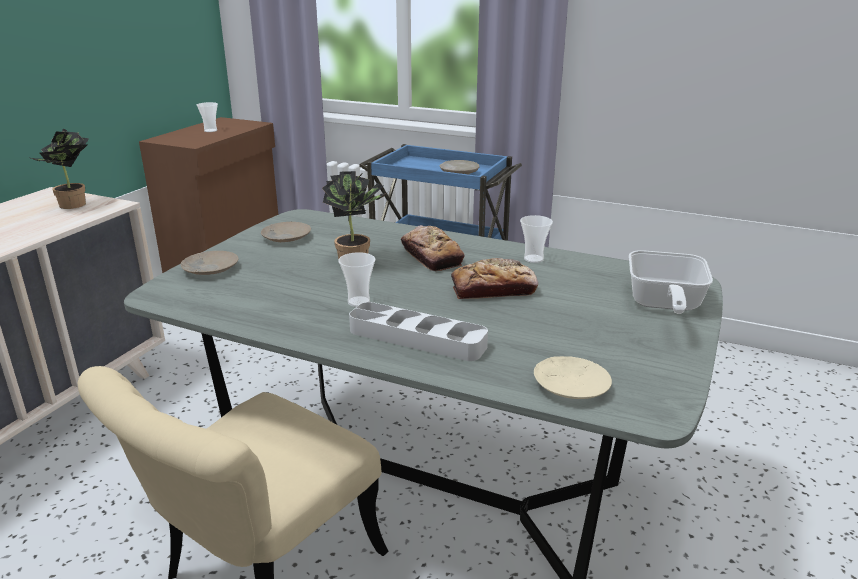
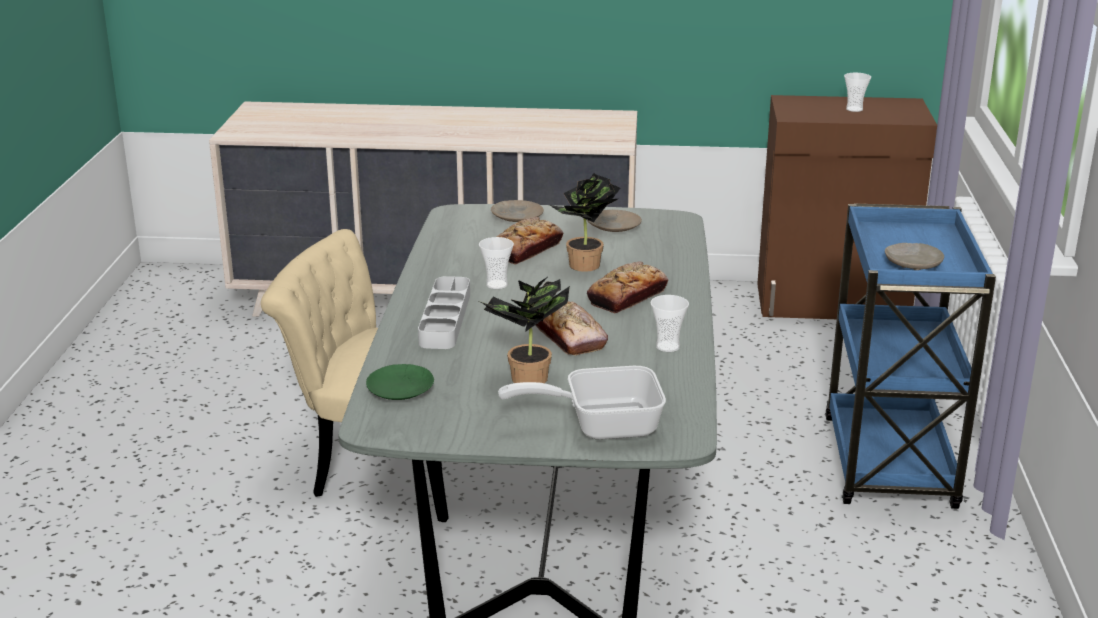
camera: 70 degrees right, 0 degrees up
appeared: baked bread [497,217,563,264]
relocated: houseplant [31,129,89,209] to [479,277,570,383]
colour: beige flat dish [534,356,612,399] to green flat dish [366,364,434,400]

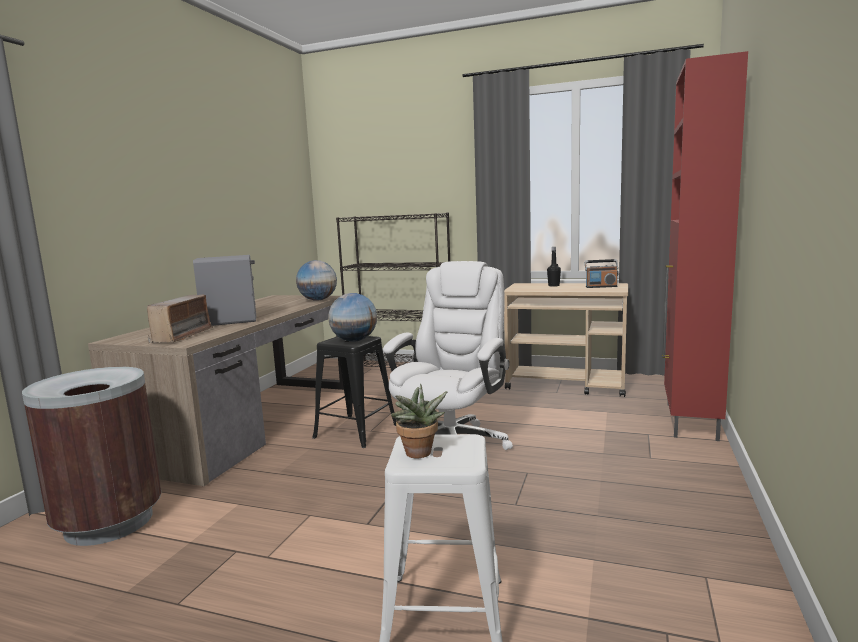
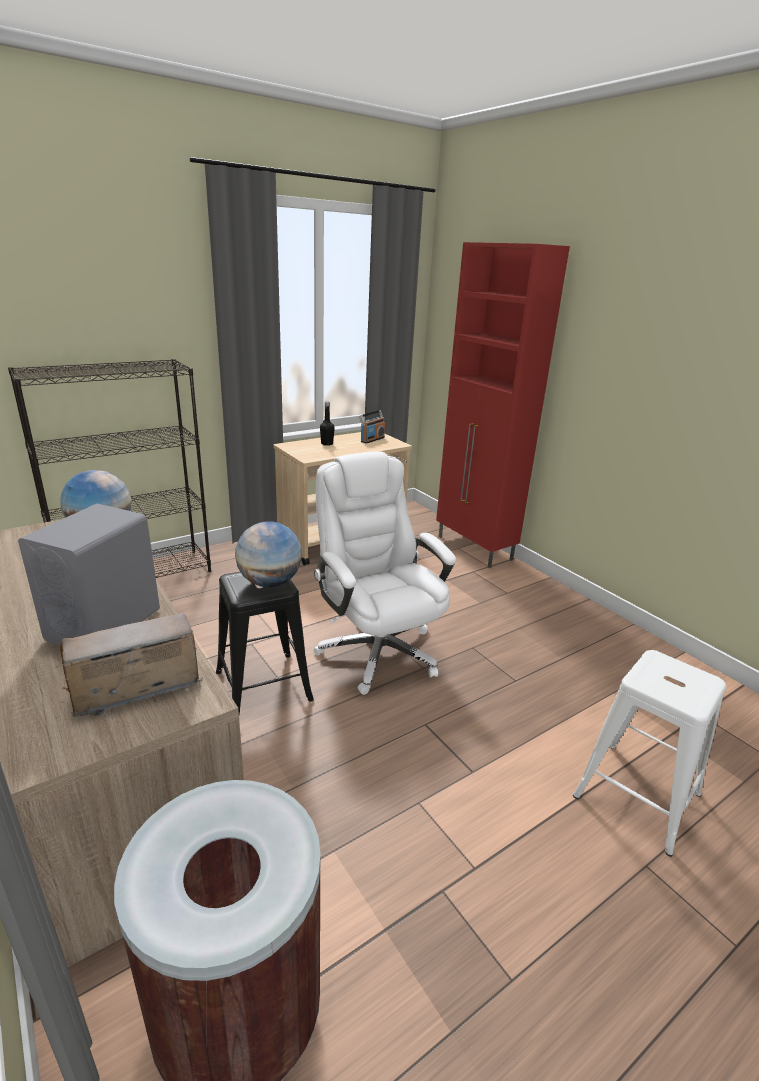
camera: 55 degrees left, 15 degrees up
missing: houseplant [391,384,448,458]
spun: radio [147,295,213,343] = [55,613,203,718] 75 degrees counterclockwise

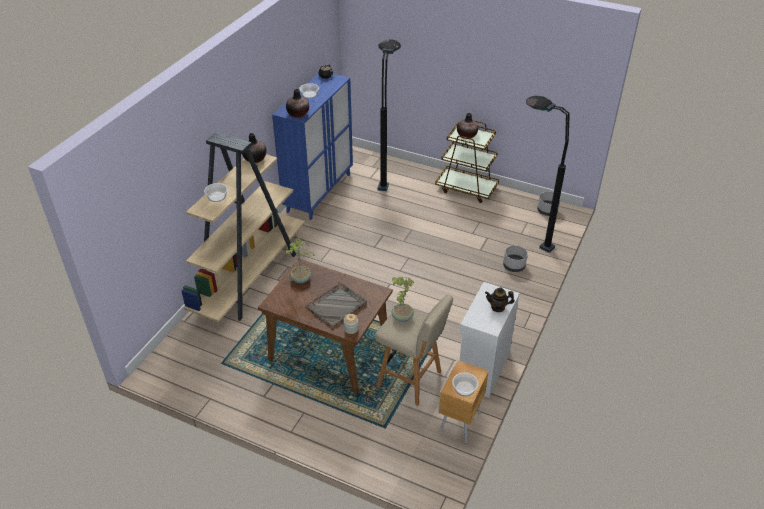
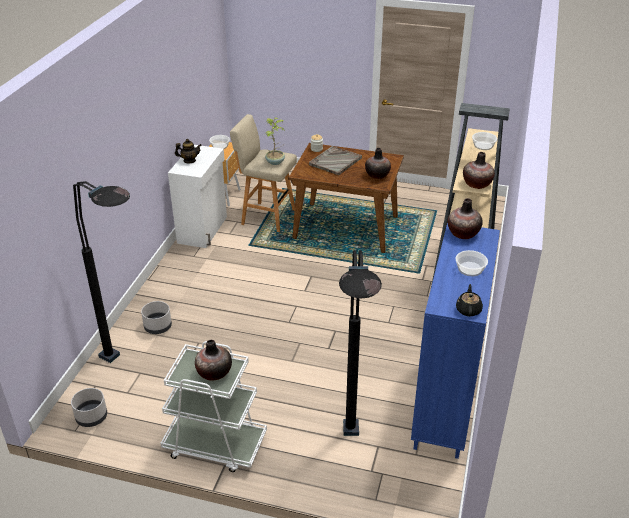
camera: 170 degrees right, 5 degrees down
exchanged: houseplant [285,237,315,284] to vase [365,148,391,179]
colour: brown-coloured wheeled cart [435,120,499,203] to whitish wheeled cart [160,341,267,472]

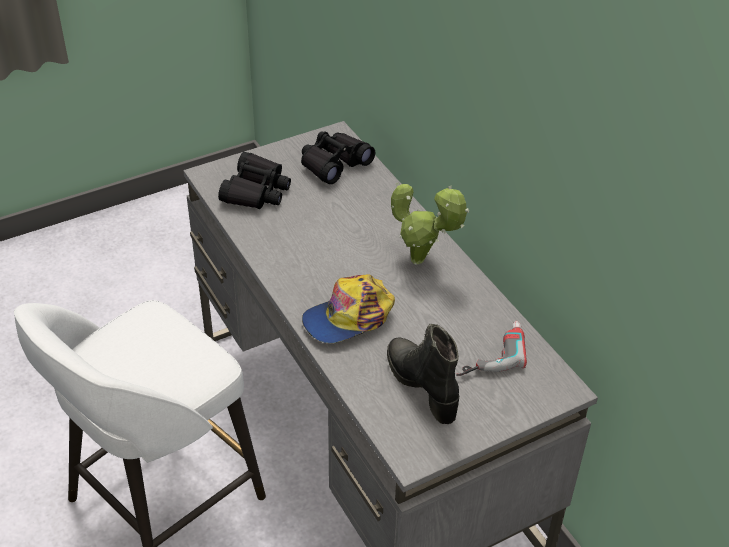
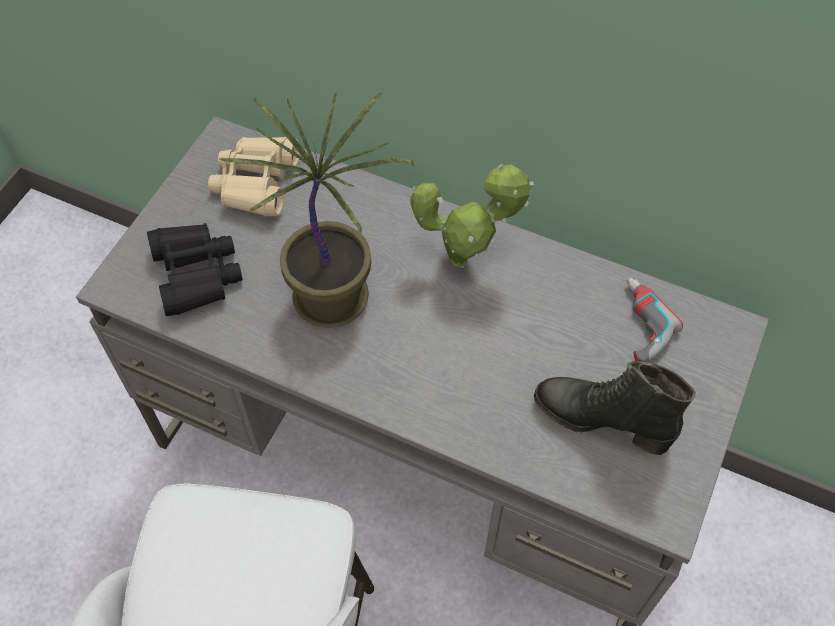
camera: 35 degrees left, 15 degrees up
missing: baseball cap [302,274,395,343]
appeared: houseplant [220,91,414,328]
colour: blackish binoculars [301,131,375,184] to beige binoculars [208,137,300,217]

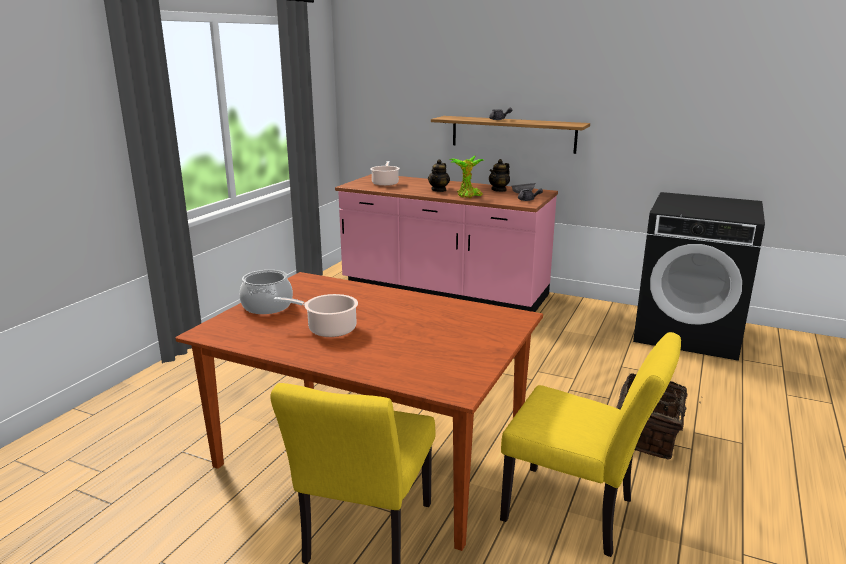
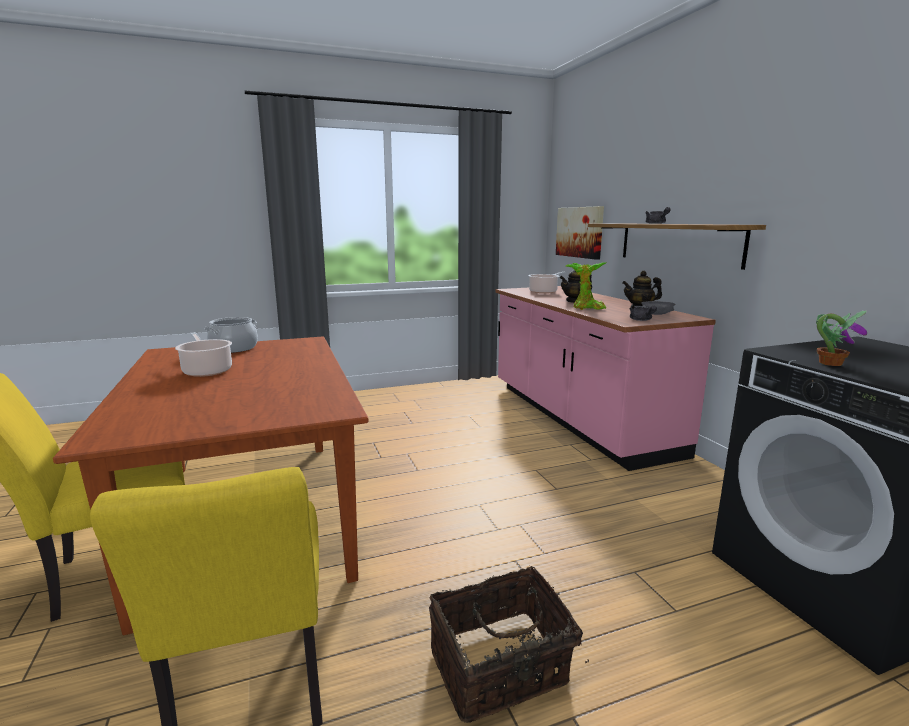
camera: 45 degrees right, 5 degrees down
appeared: picture [556,206,604,260]; houseplant [816,310,867,366]

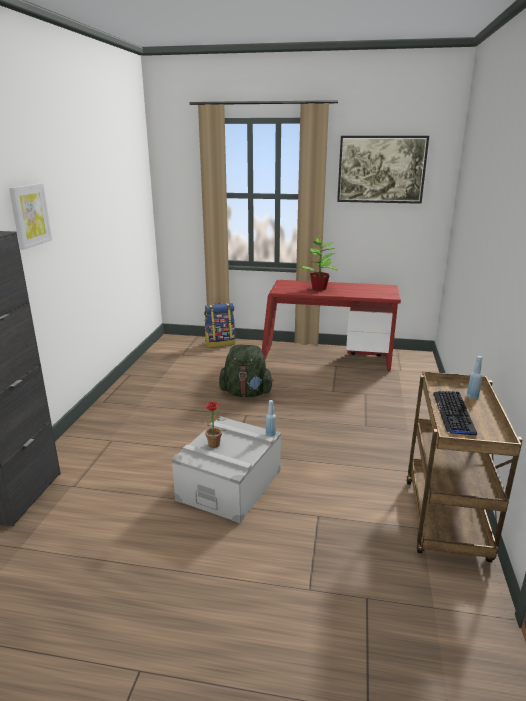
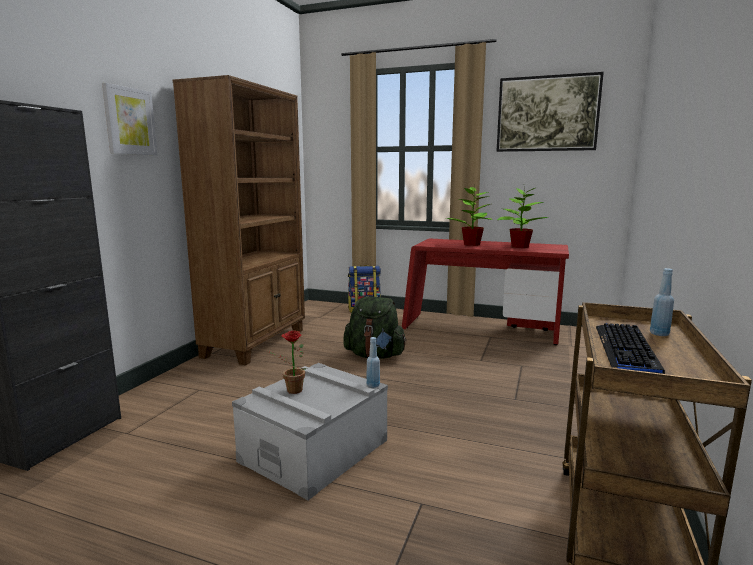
camera: 10 degrees right, 10 degrees down
appeared: brown-coloured bookcase [173,75,305,365]; houseplant [497,186,549,248]

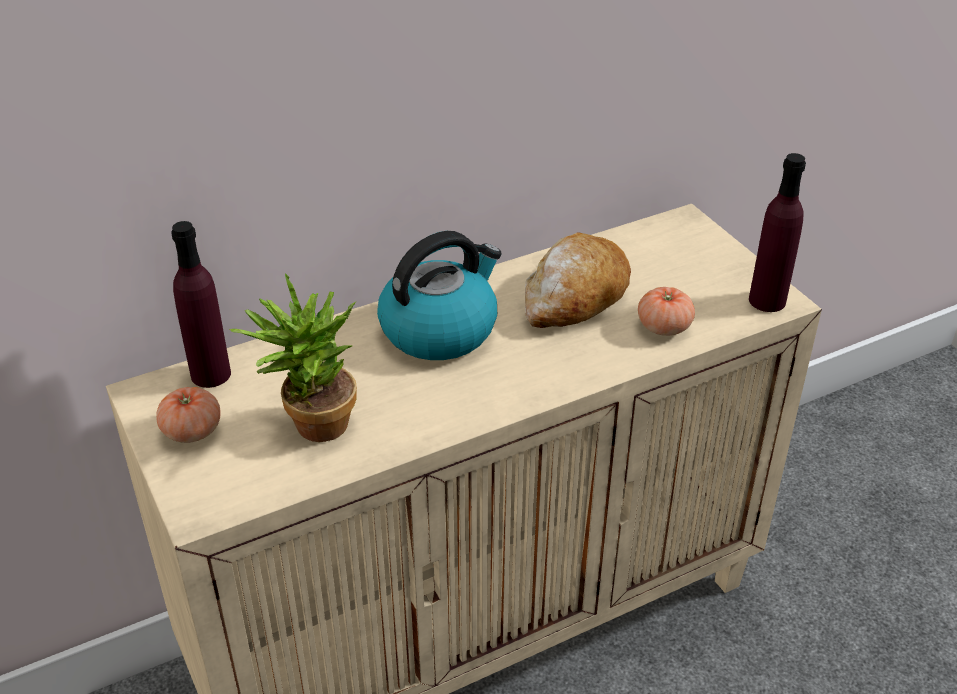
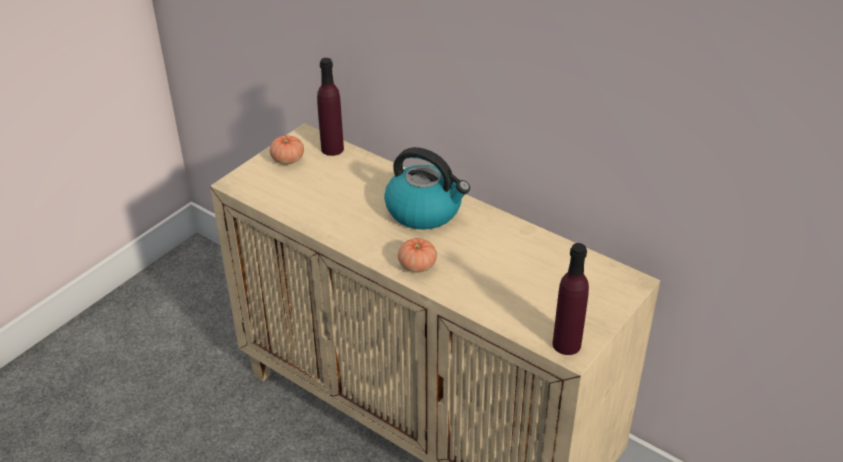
camera: 65 degrees right, 0 degrees up
missing: houseplant [229,273,357,442]; baked bread [525,232,631,328]
relocated: fresh tomato [638,287,695,336] to [398,238,437,273]

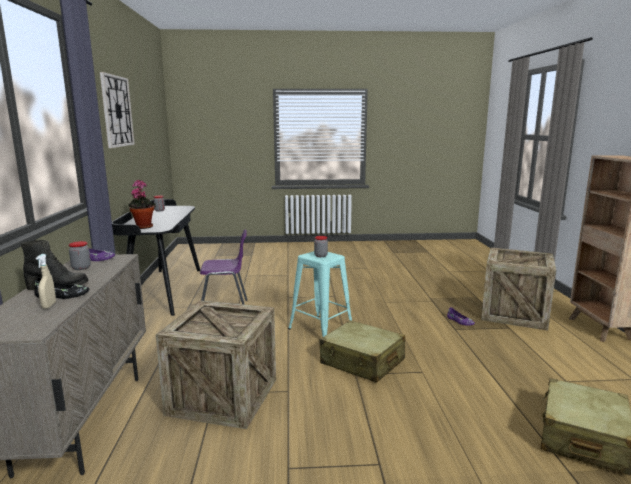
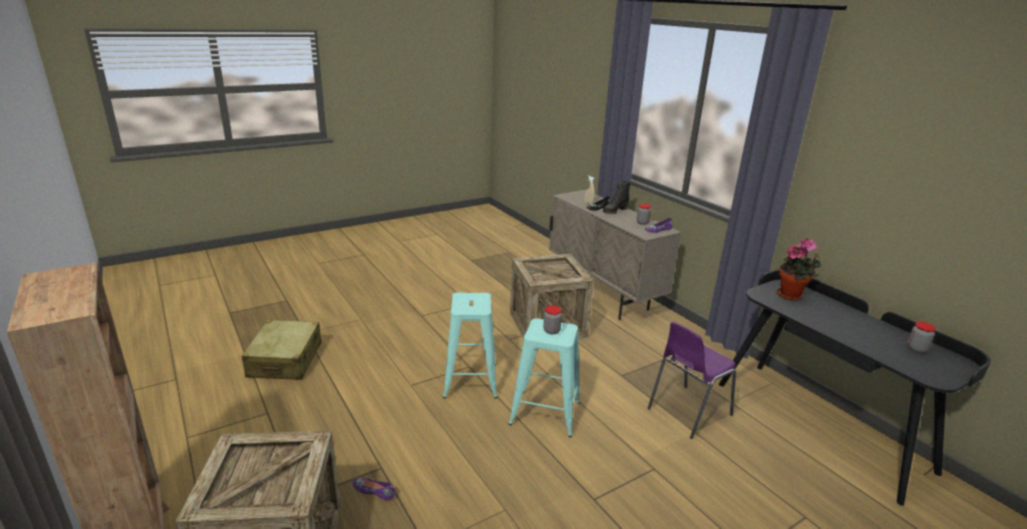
camera: 150 degrees right, 10 degrees up
missing: hanging clock [100,72,135,148]
exchanged: beige suitcase [319,320,405,383] to turquoise-coloured stool seat [443,292,497,399]

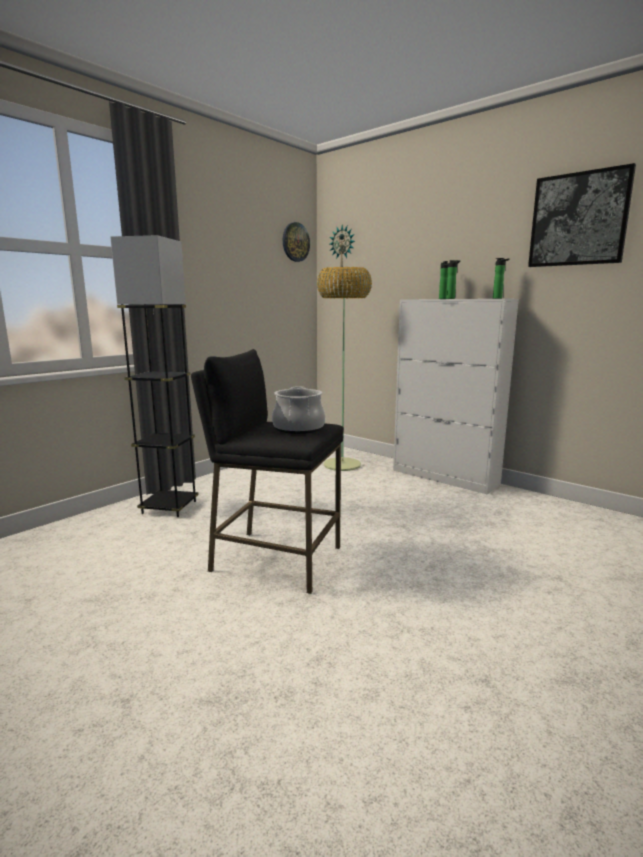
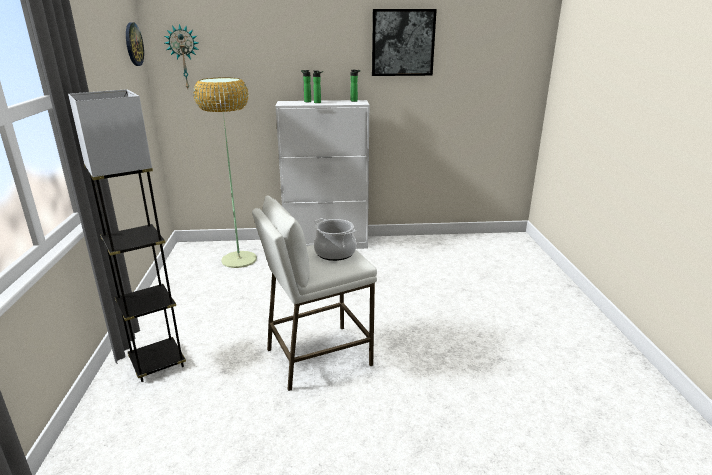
camera: 45 degrees left, 10 degrees up
colour: blackish stool seat [191,349,344,594] to whitish stool seat [252,196,377,391]

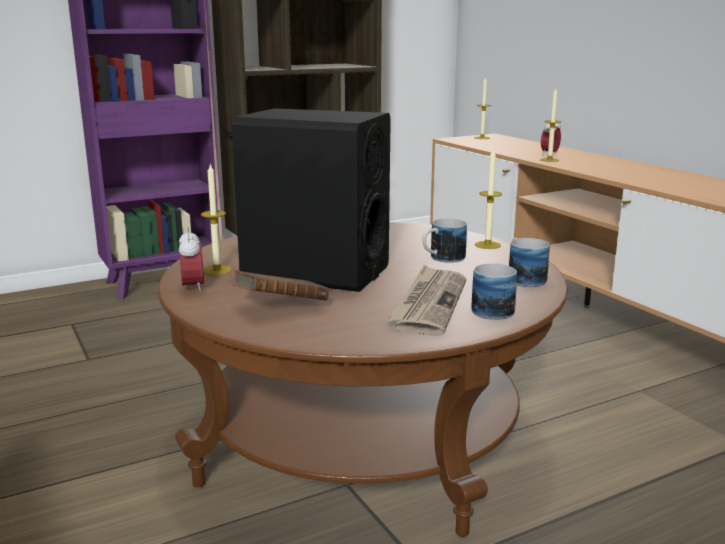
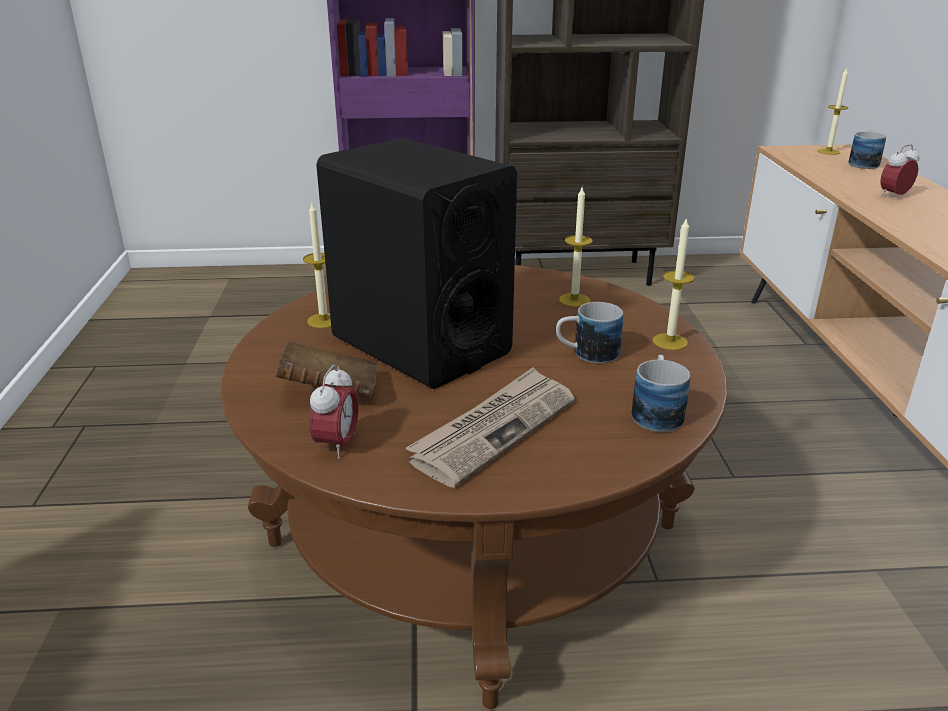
camera: 25 degrees right, 10 degrees up
relocated: bedside clock [179,227,204,293] to [310,365,358,459]; mug [471,263,517,320] to [849,132,886,169]; wax candle [540,88,561,162] to [559,187,592,307]

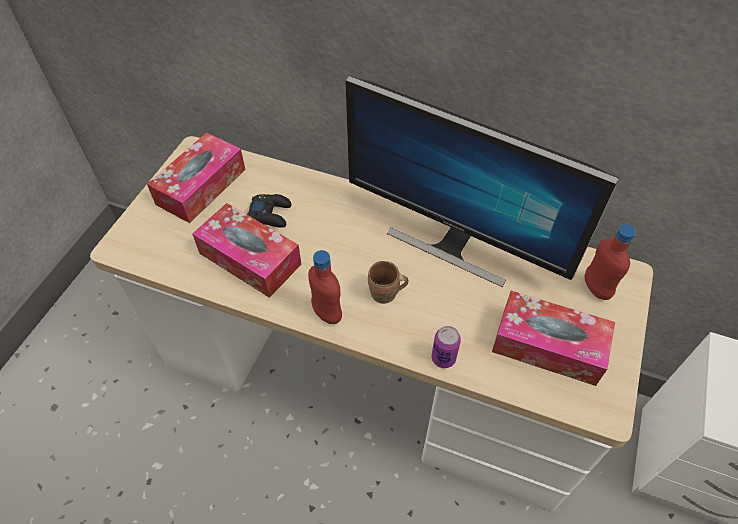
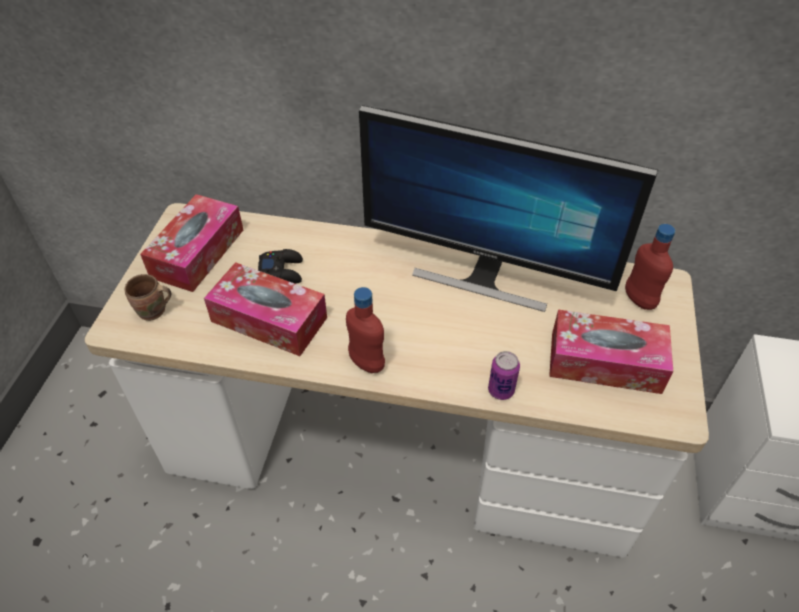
camera: 10 degrees left, 5 degrees down
relocated: brown-coloured mug [368,261,408,304] to [125,274,171,321]

